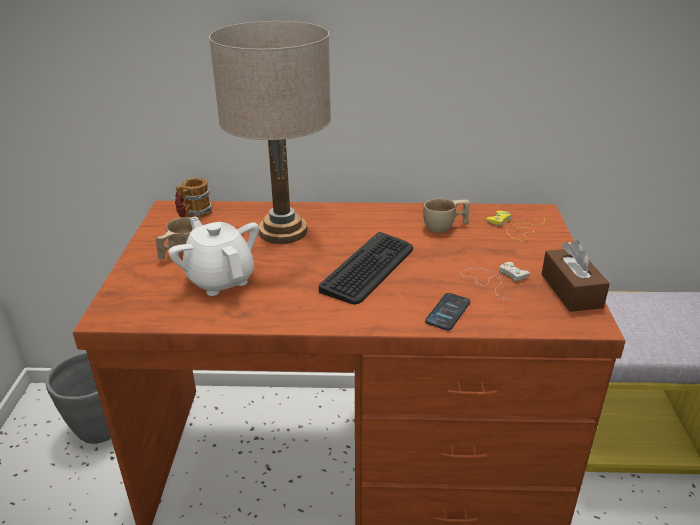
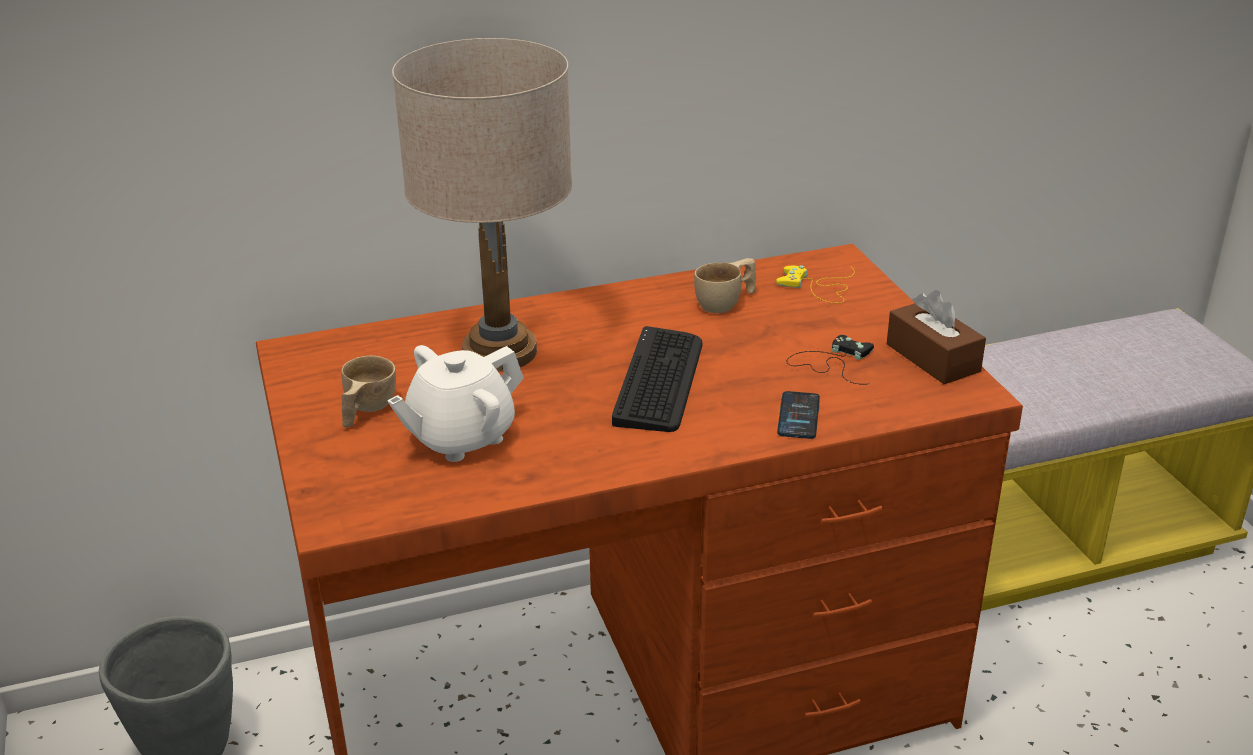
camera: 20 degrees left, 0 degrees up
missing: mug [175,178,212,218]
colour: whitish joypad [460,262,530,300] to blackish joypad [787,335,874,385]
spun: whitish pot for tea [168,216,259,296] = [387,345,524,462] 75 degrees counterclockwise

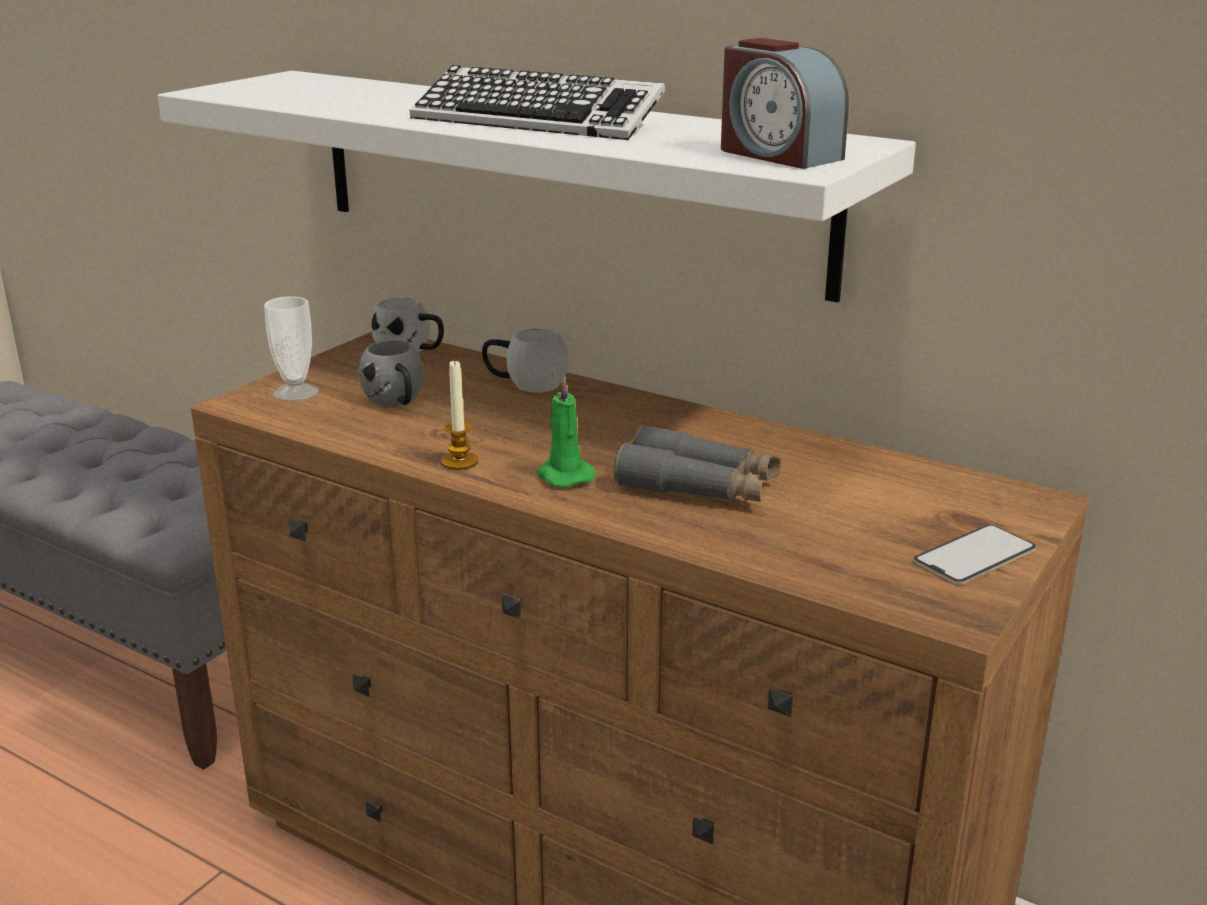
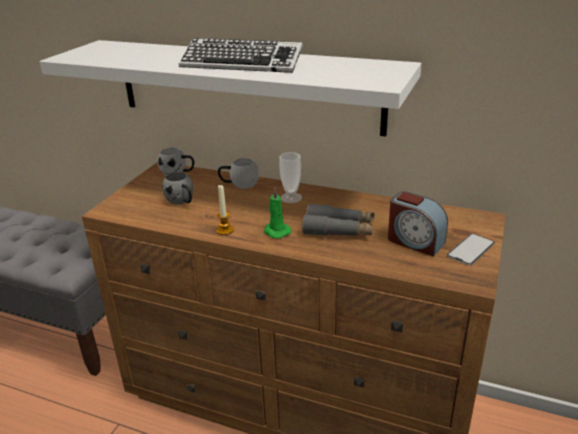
camera: 10 degrees left, 5 degrees up
relocated: small cup [264,296,319,401] to [280,152,302,203]; bedside clock [721,38,849,169] to [388,191,448,257]

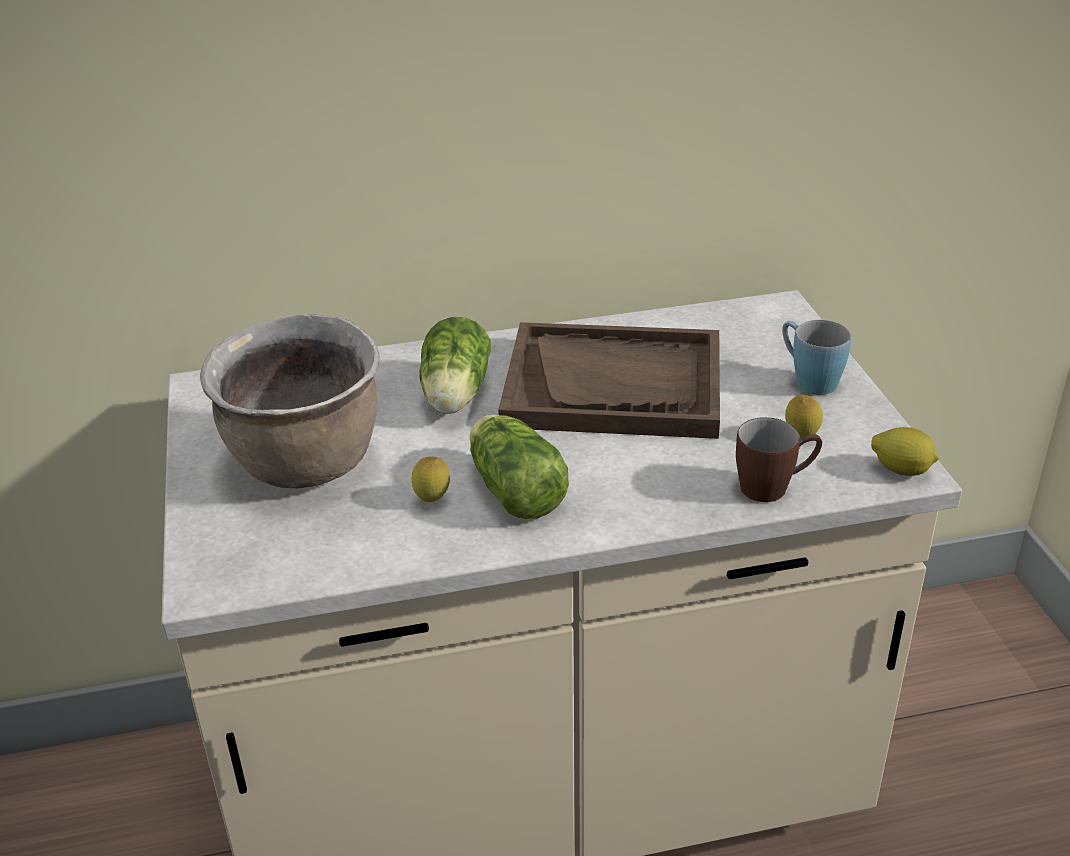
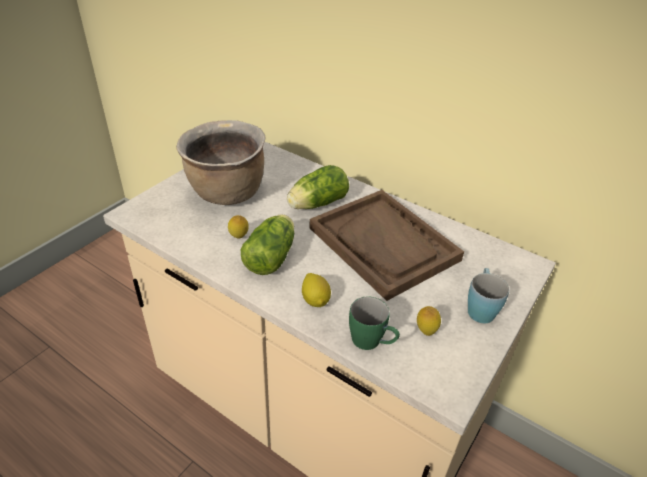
camera: 45 degrees right, 5 degrees up
relocated: lemon [871,427,939,476] to [302,273,331,307]
colour: brown-coloured mug [736,417,822,502] to green mug [349,297,400,350]

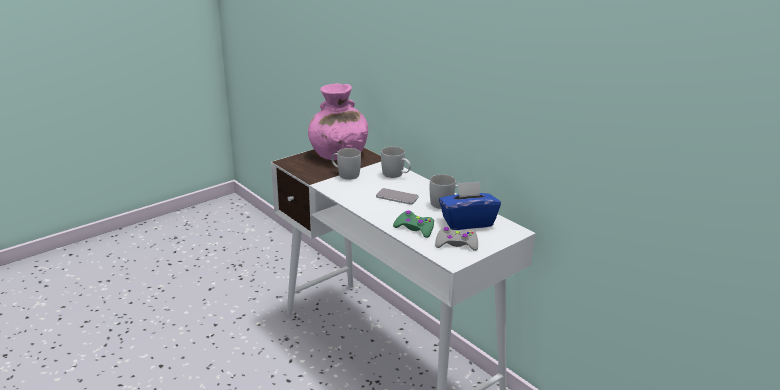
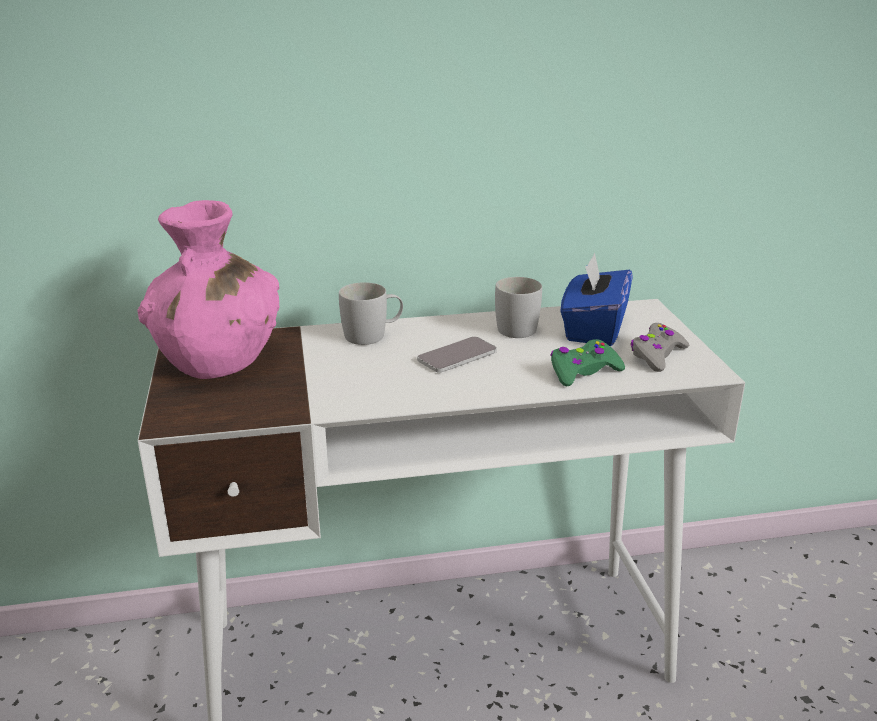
camera: 60 degrees left, 0 degrees up
missing: whitish mug [331,148,361,180]

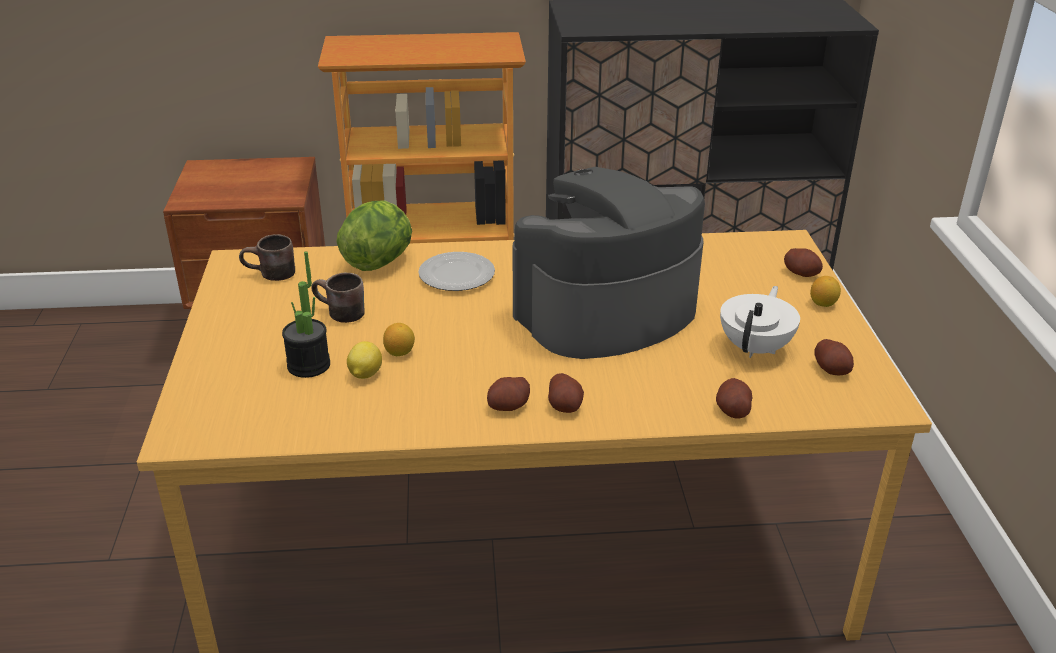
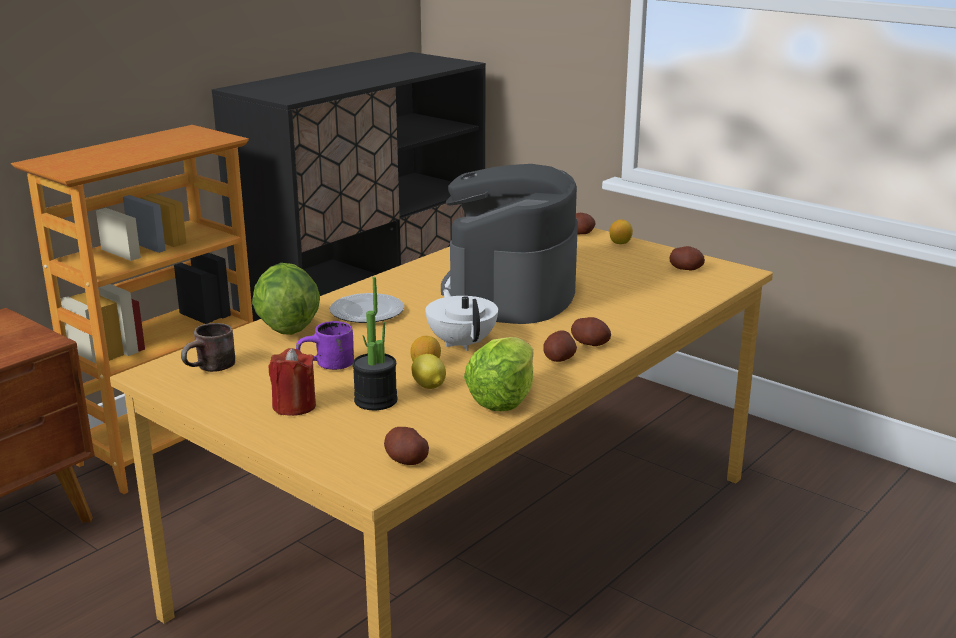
camera: 45 degrees left, 10 degrees down
appeared: red-coloured wax candle [268,348,316,416]; lettuce [464,337,533,411]
relocated: potato [716,378,752,419] to [384,427,429,465]; whitish pot for tea [720,286,800,358] to [426,289,498,351]
colour: brown-coloured mug [312,273,365,323] to purple mug [296,321,354,370]

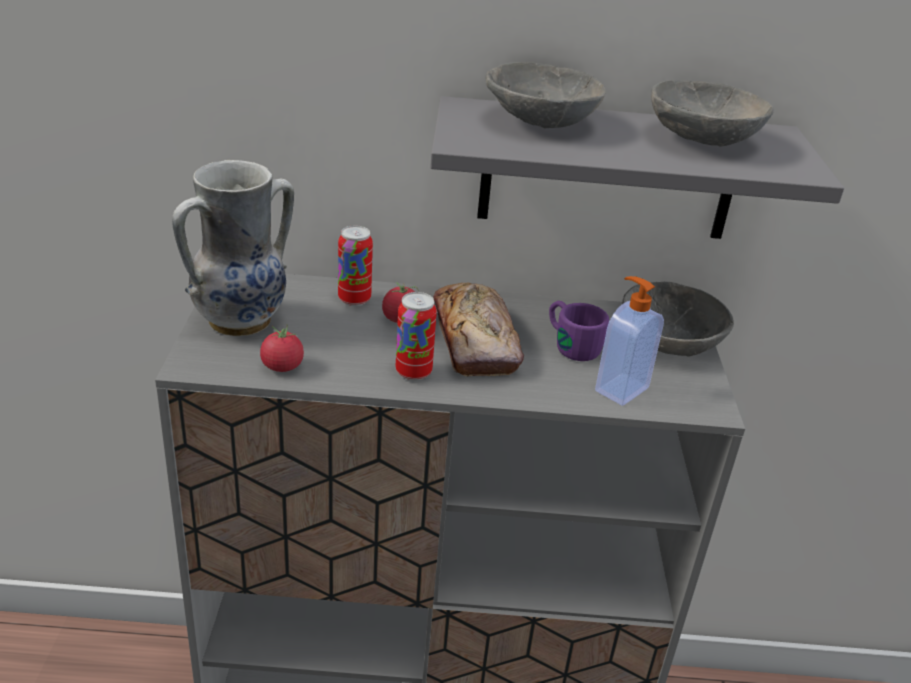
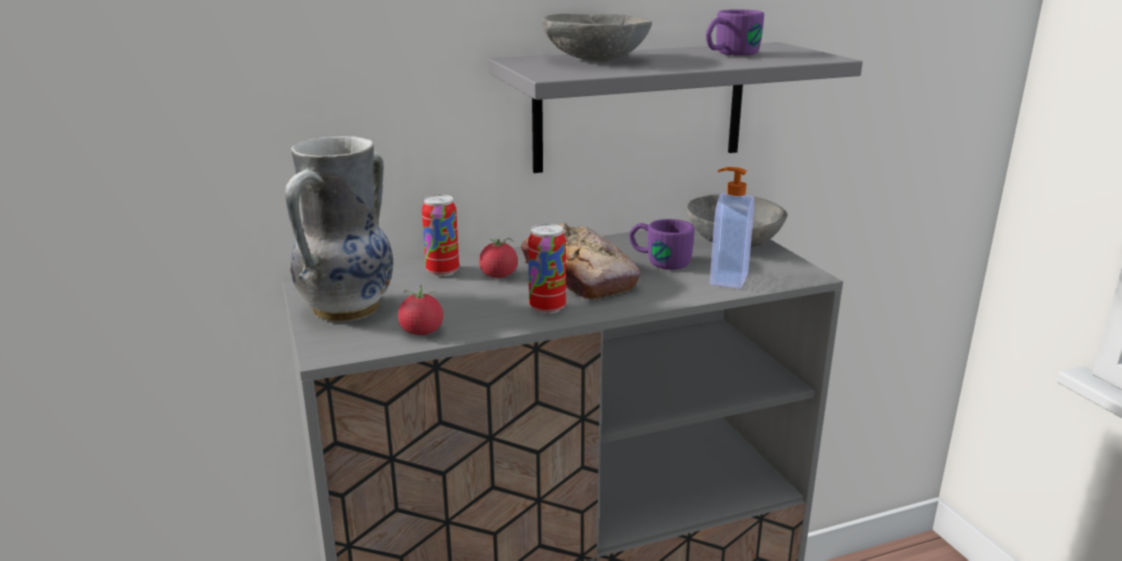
camera: 20 degrees left, 10 degrees down
exchanged: gray serving bowl [651,80,774,147] to purple mug [706,9,764,56]

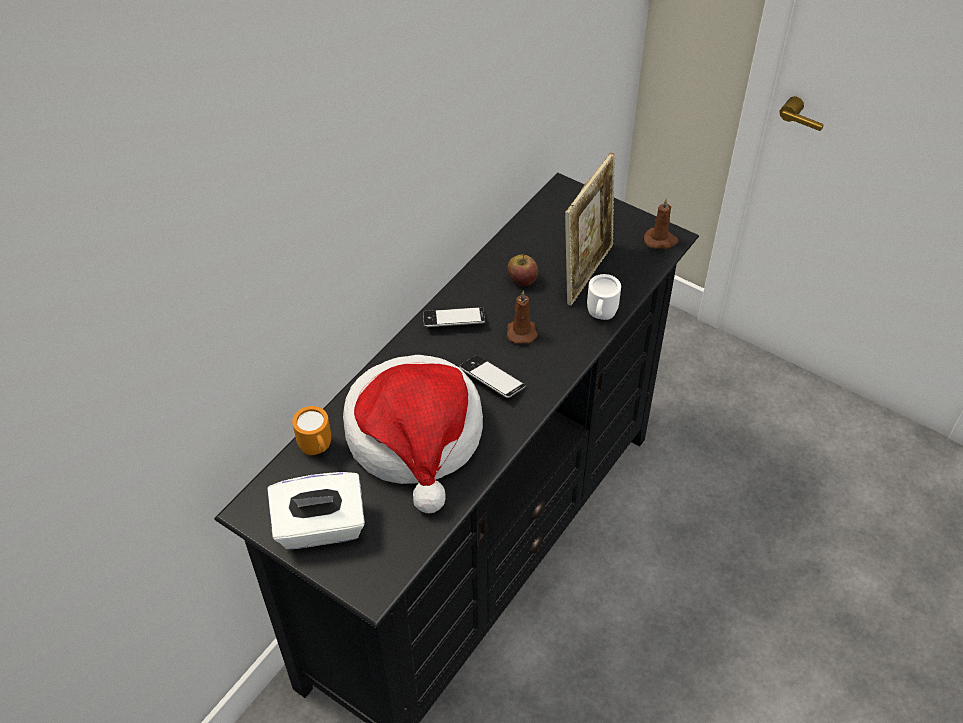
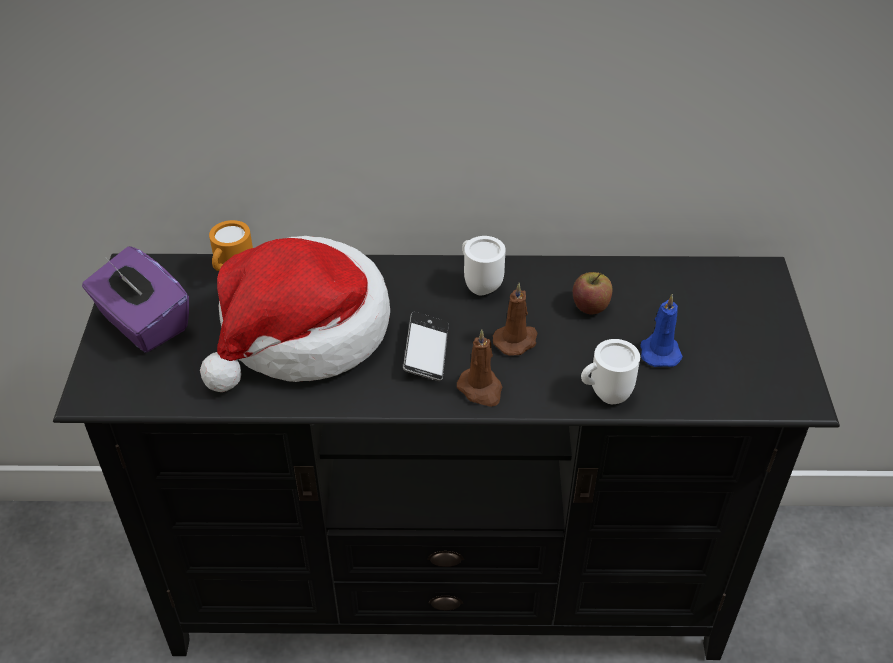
camera: 55 degrees right, 5 degrees down
relocated: brown-coloured wax candle [644,198,679,249] to [457,330,502,407]
exchanged: phone [423,307,485,327] to whitish mug [462,236,506,295]; standing frame [565,152,615,306] to blue-coloured wax candle [640,294,683,367]
colour: whitish tissue holder [268,472,365,549] to purple tissue holder [82,246,189,353]

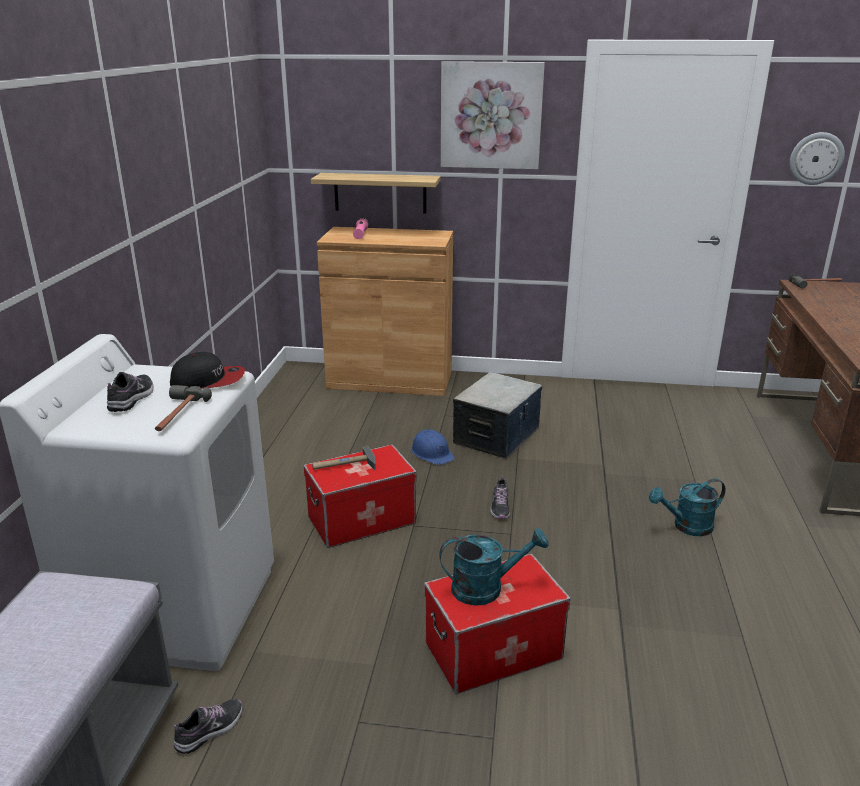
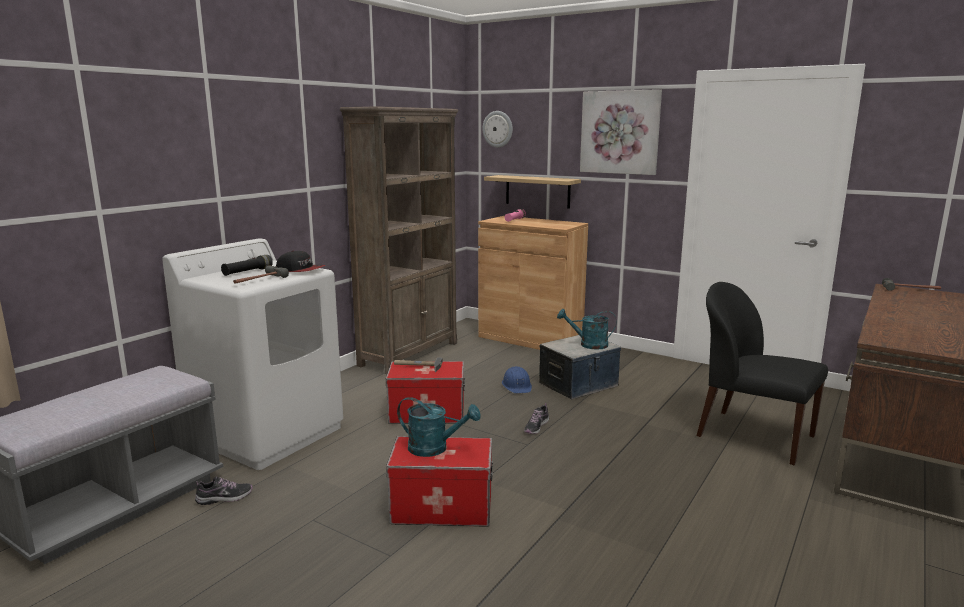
camera: 25 degrees right, 10 degrees down
appeared: brown-coloured bookcase [340,106,458,374]; blackish plain chair [696,282,828,465]
relocated: turquoise-coloured sprinkling can [649,478,725,536] to [557,309,616,350]; hanging clock [790,132,845,185] to [482,111,513,147]
exchanged: low shoe [107,372,153,412] to blackish hand torch [221,255,273,276]

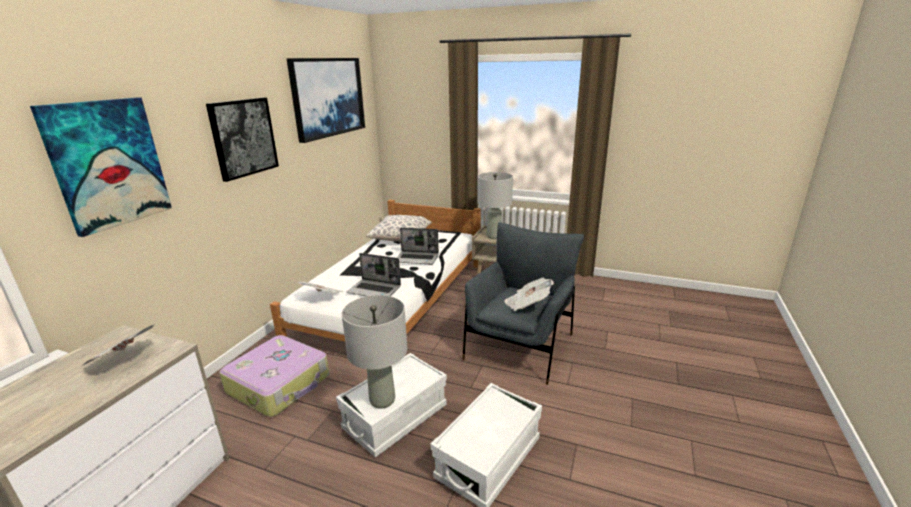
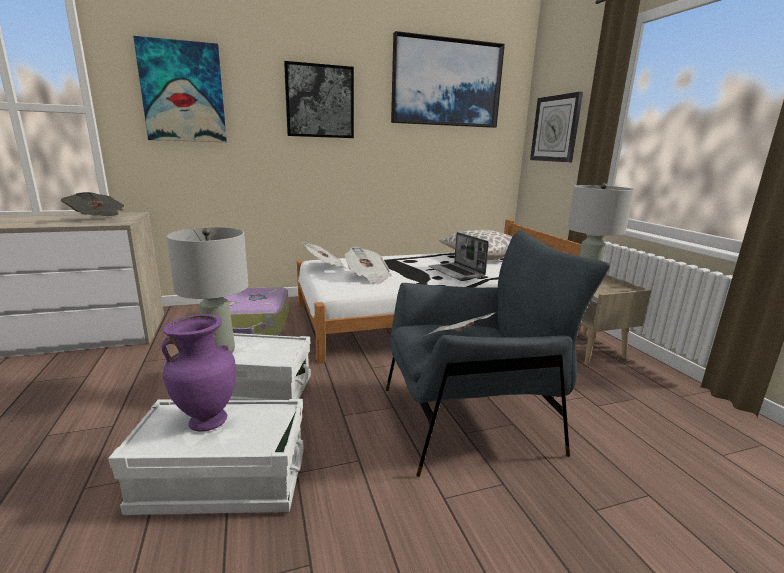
camera: 50 degrees right, 5 degrees down
appeared: purple vase [161,314,236,431]; hanging clock [530,92,583,162]
exchanged: notebook computer [346,253,401,296] to daily paper [344,247,392,284]

